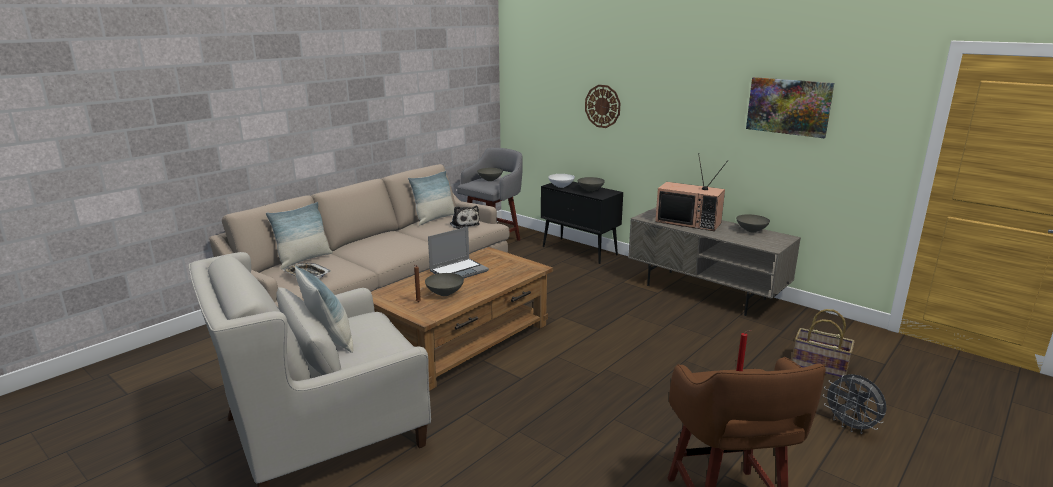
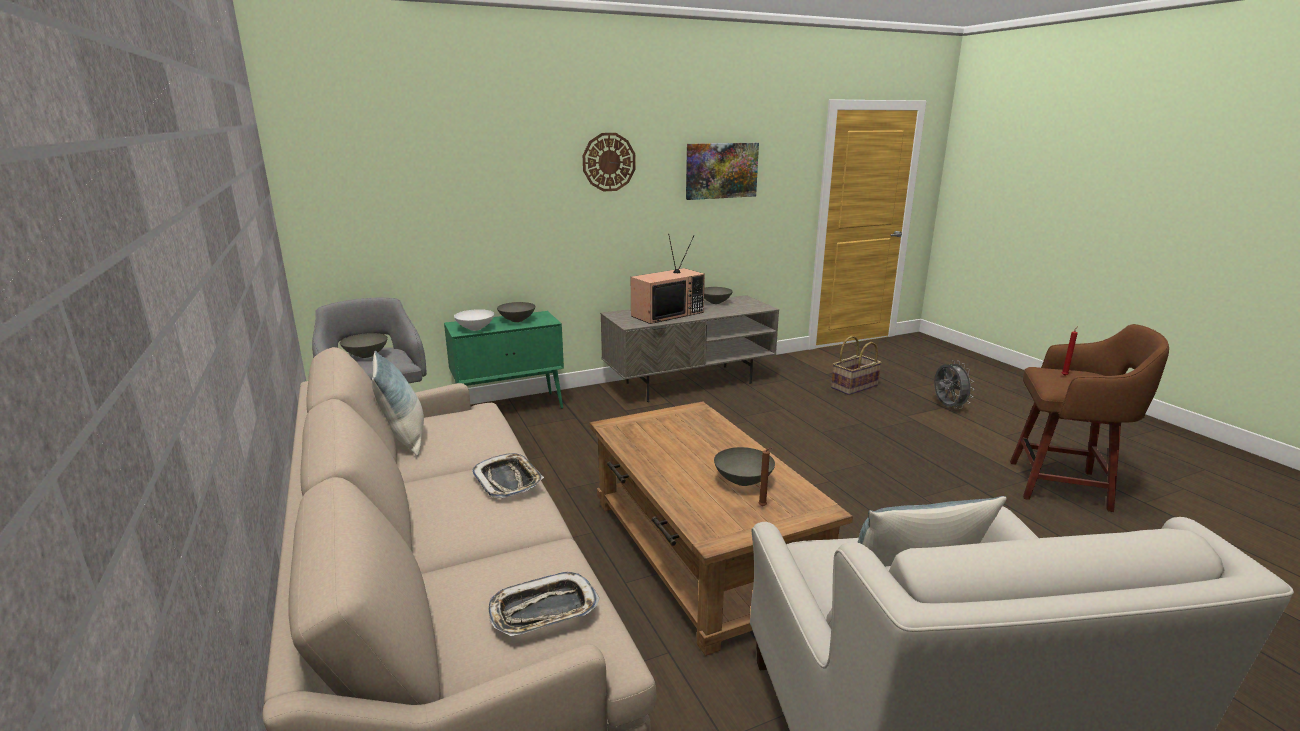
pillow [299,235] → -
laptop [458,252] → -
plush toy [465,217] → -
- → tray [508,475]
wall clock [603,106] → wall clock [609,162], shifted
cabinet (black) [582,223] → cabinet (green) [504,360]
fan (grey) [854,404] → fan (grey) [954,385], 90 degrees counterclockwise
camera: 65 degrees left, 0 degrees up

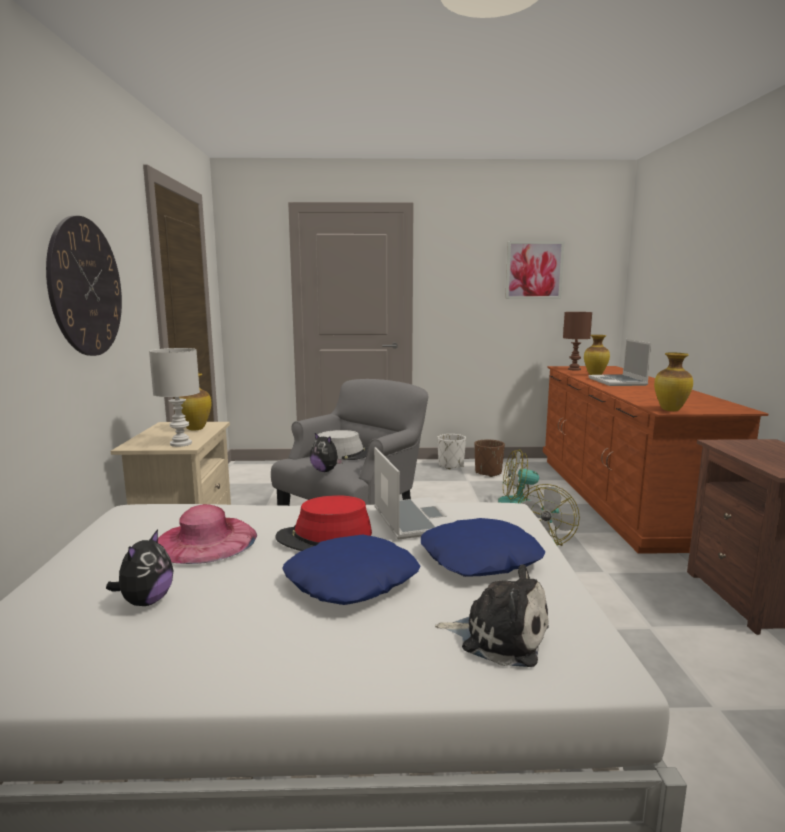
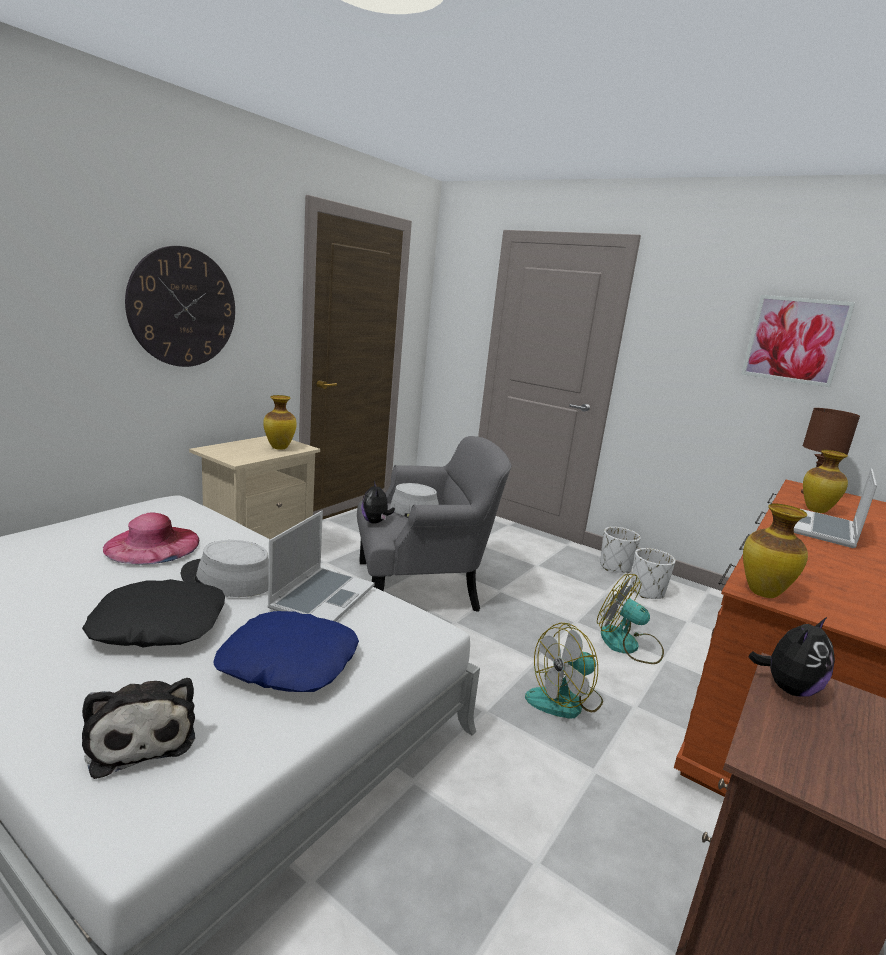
table lamp (white) [174,397] → -
plush toy [139,567] → plush toy [791,657], shifted
hat (red) [324,523] → hat (grey) [225,568]
pillow (blue) [351,569] → pillow (black) [153,613]
planter (brown) [489,458] → planter (white) [652,573]
camera: 35 degrees right, 5 degrees up

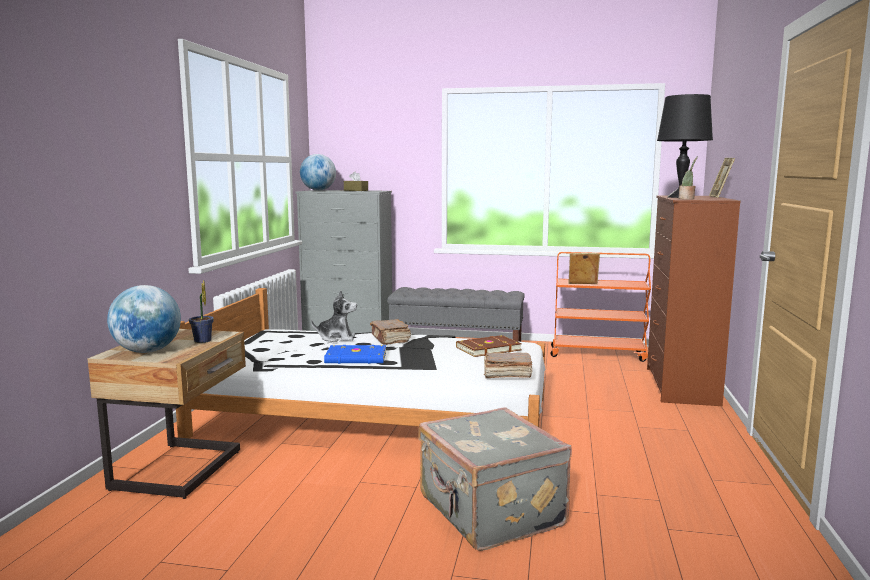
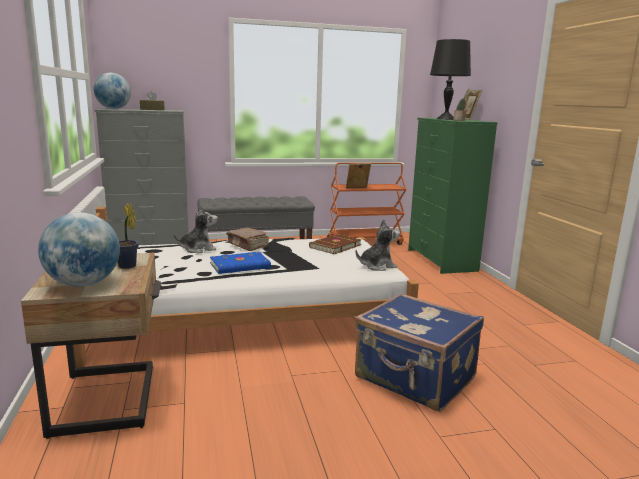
book (brown) [507,365] → plush toy [378,245]
suitcase (grey) [495,479] → suitcase (blue) [419,352]
dresser (brown) [694,300] → dresser (green) [453,196]
camera: 25 degrees left, 5 degrees up

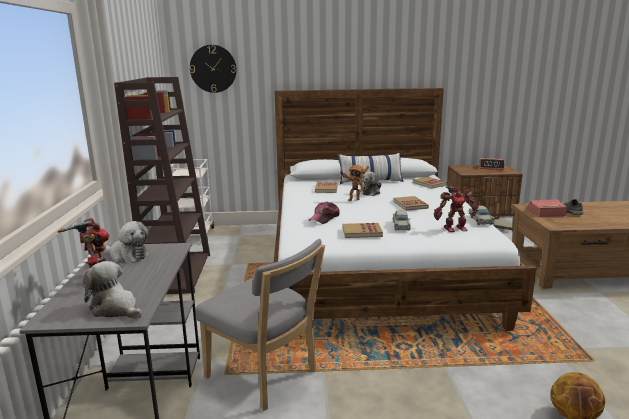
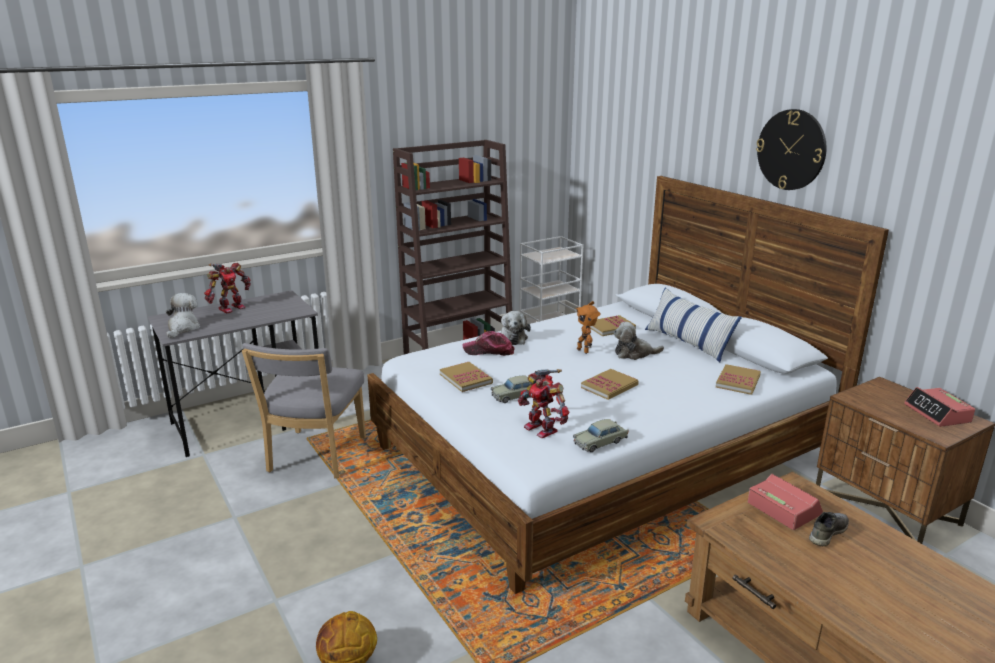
plush toy [127,242] → plush toy [516,328], shifted
wall clock [213,69] → wall clock [791,149], shifted
camera: 60 degrees right, 5 degrees up

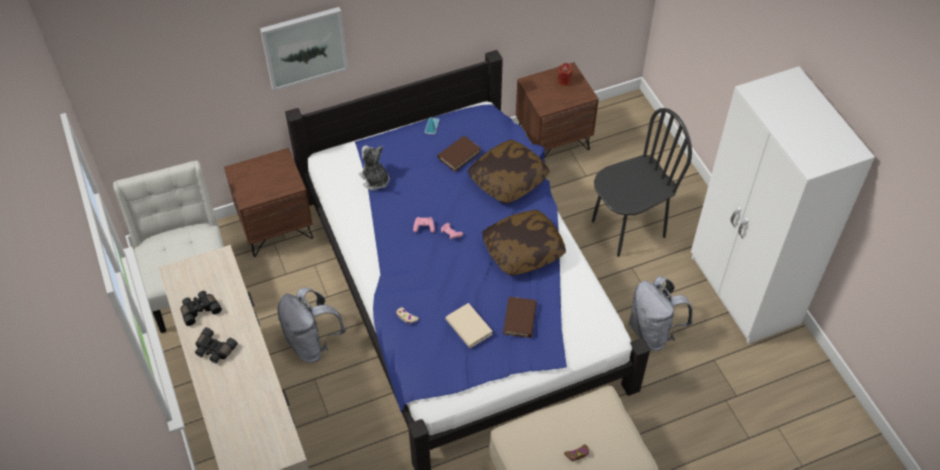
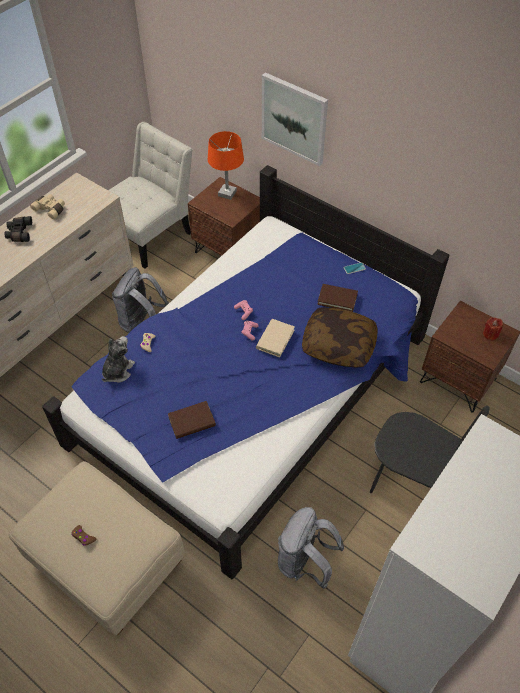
pillow [524,243] → -
- → table lamp (orange) [226,165]
plush toy [374,167] → plush toy [118,359], shifted
book (beige) [469,325] → book (beige) [275,338], shifted
binoculars (black) [201,308] → binoculars (beige) [47,207]
camera: 60 degrees right, 0 degrees up

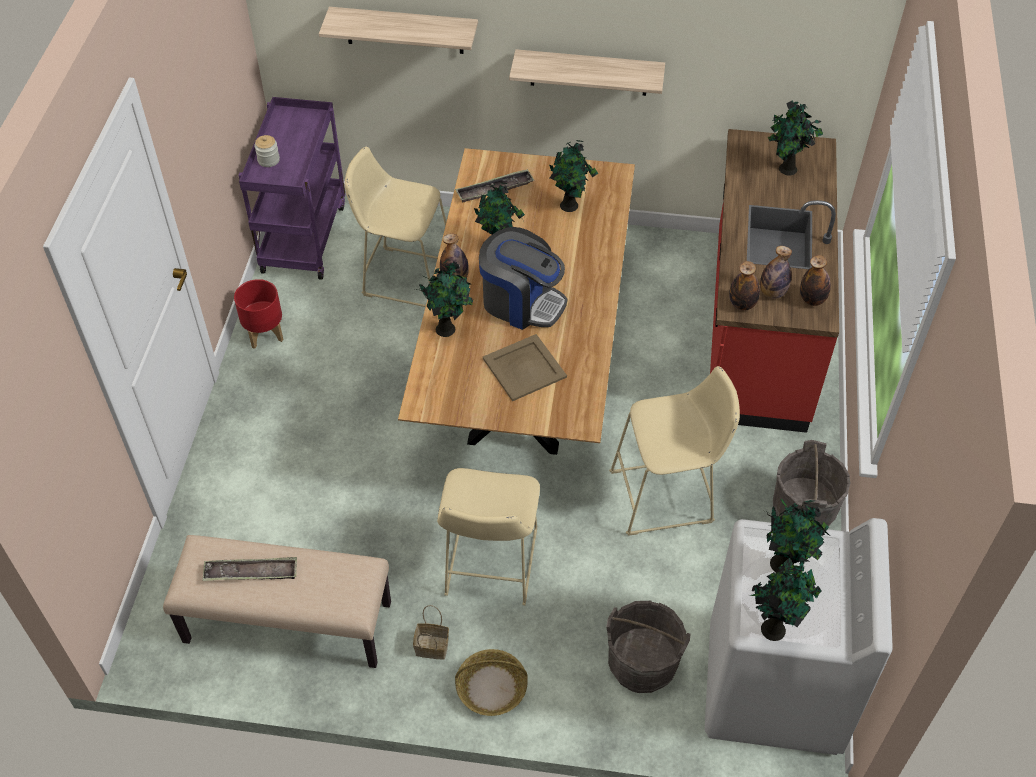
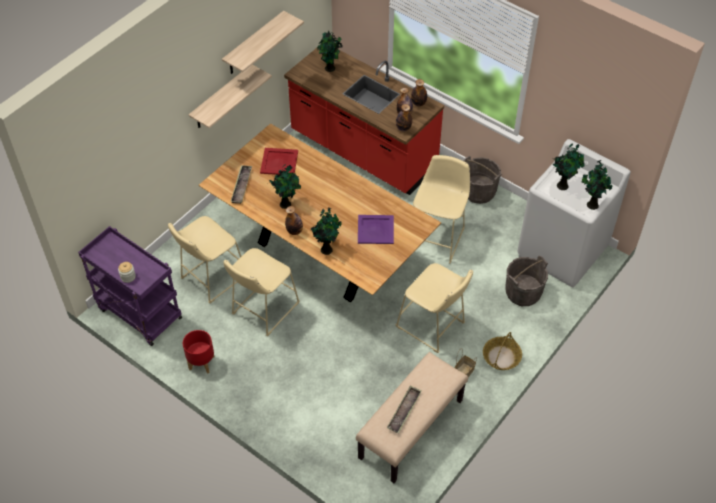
coffee machine [523,278] → -
- → stool (beige) [261,292]
shelf [398,30] → shelf [263,42], shifted
potted plant [573,176] → tray (red) [279,161]
tray (beige) [525,367] → tray (purple) [376,229]
camera: 60 degrees left, 0 degrees up

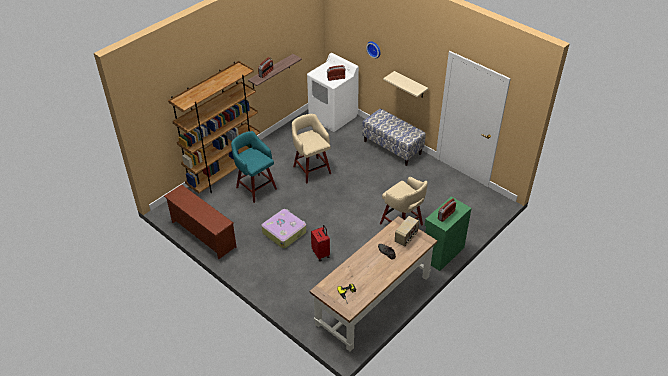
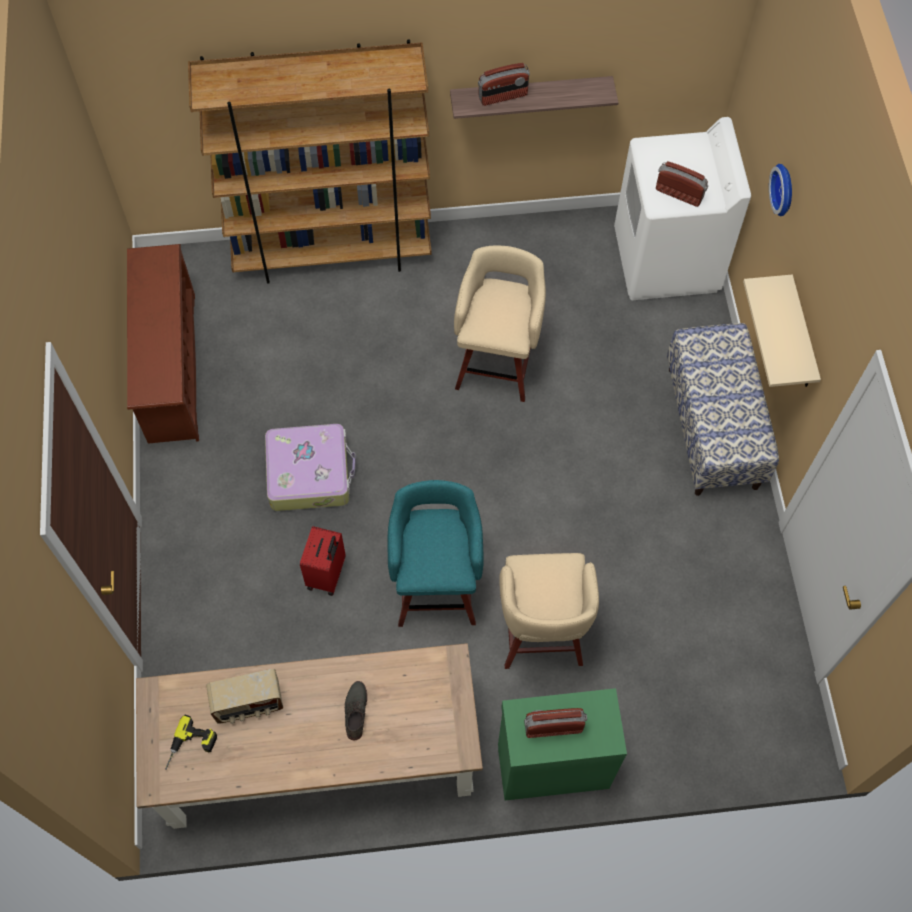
stool (turquoise) [254,167] → stool (turquoise) [436,553], shifted
radio [407,231] → radio [244,696], shifted
camera: 40 degrees right, 20 degrees up

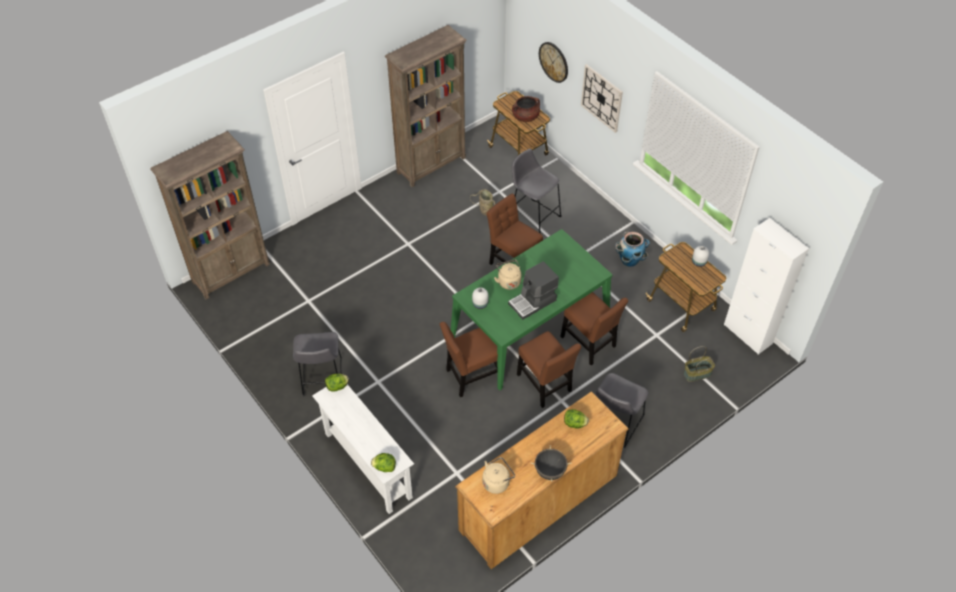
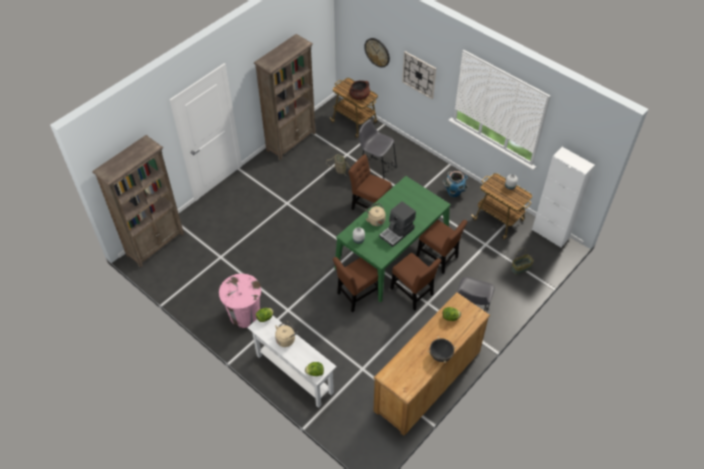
kettle (beige) [499,475] → kettle (beige) [286,334], shifted
stool (grey) [317,364] → trash can (pink) [240,301]
camera: 10 degrees left, 0 degrees up

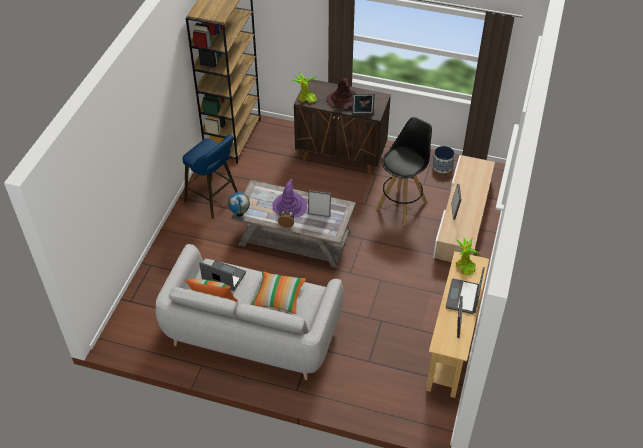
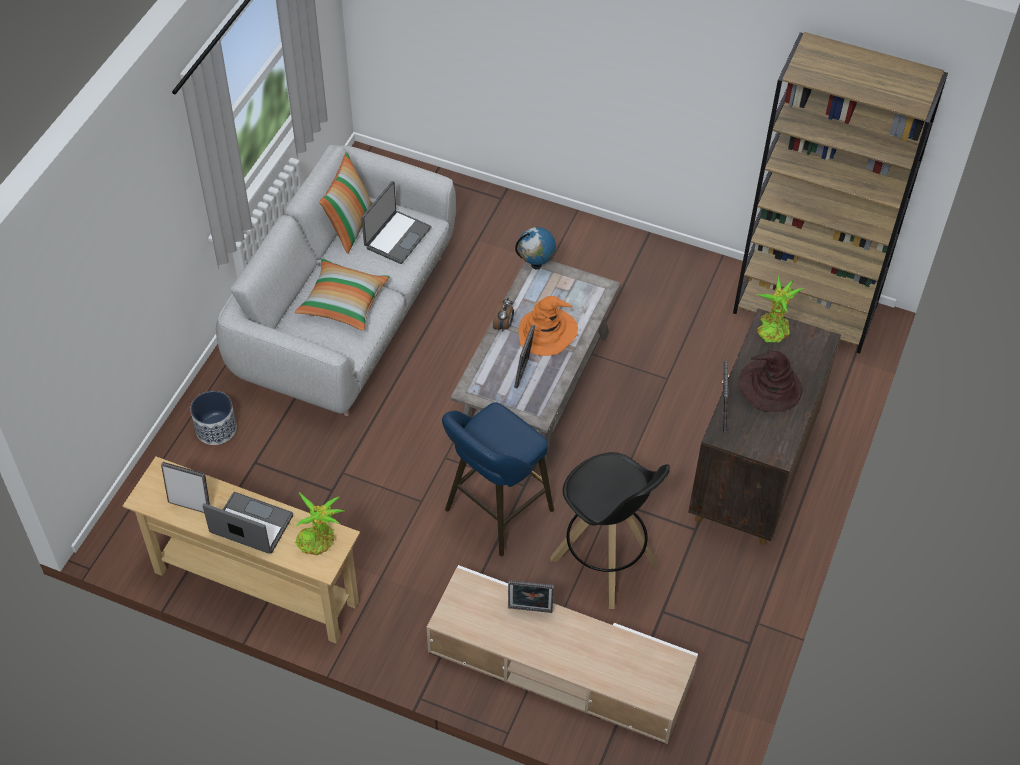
stool (blue) [210,177] → stool (blue) [498,479], shifted
planter [443,159] → planter [213,418], shifted
hat (purple) [290,197] → hat (orange) [548,326]
camera: 95 degrees right, 5 degrees up

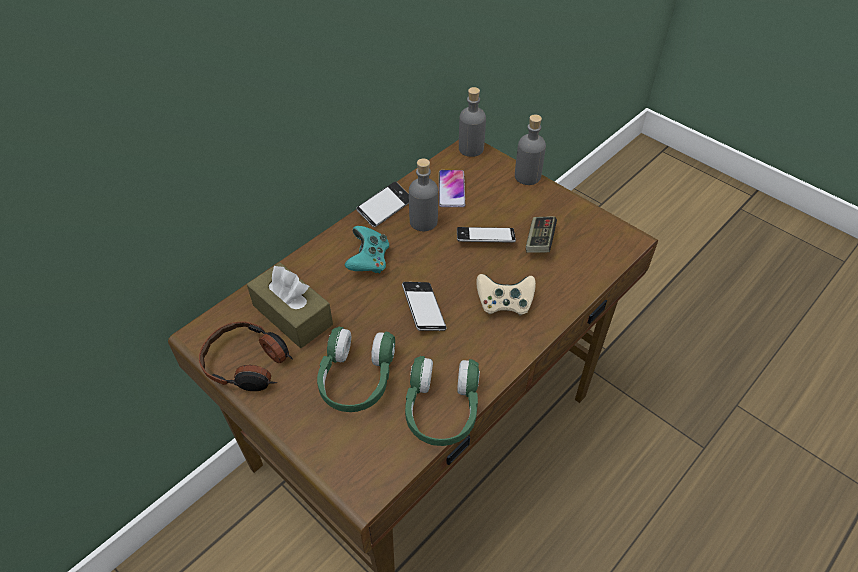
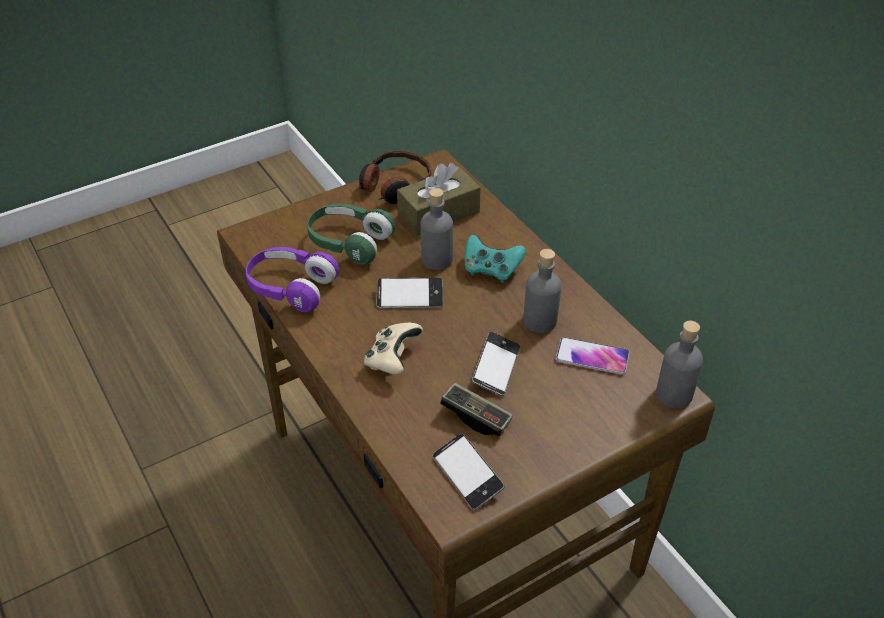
phone [382,204] → phone [468,471], shifted
bottle (grey) [530,149] → bottle (grey) [436,229], shifted
headphones (green) [442,401] → headphones (purple) [292,279]
camera: 105 degrees right, 5 degrees down

